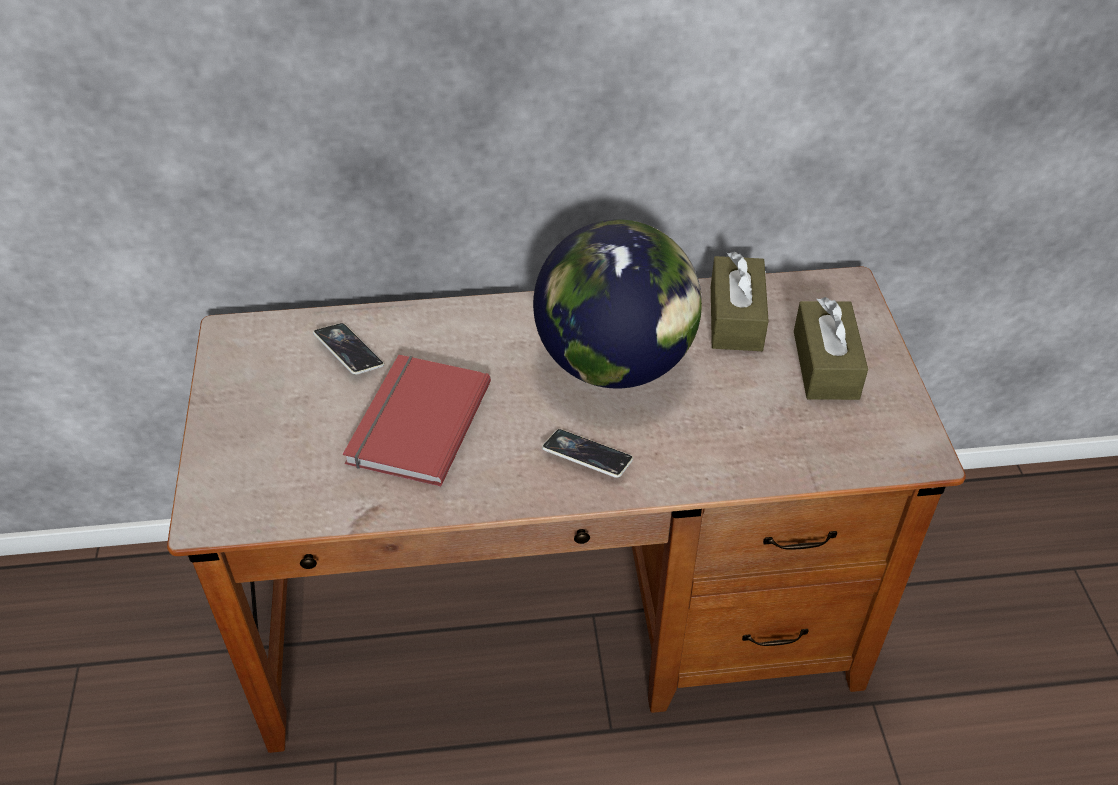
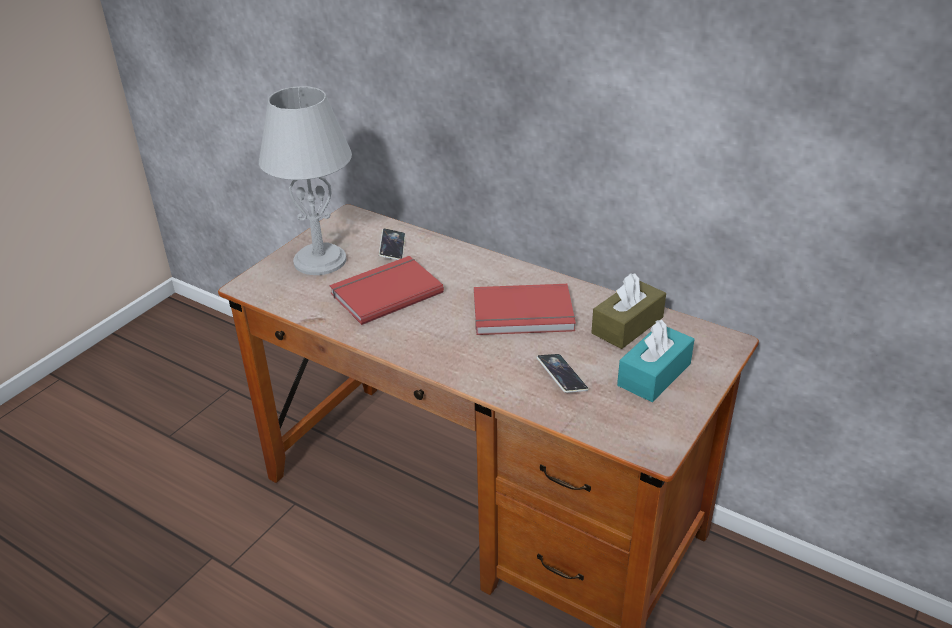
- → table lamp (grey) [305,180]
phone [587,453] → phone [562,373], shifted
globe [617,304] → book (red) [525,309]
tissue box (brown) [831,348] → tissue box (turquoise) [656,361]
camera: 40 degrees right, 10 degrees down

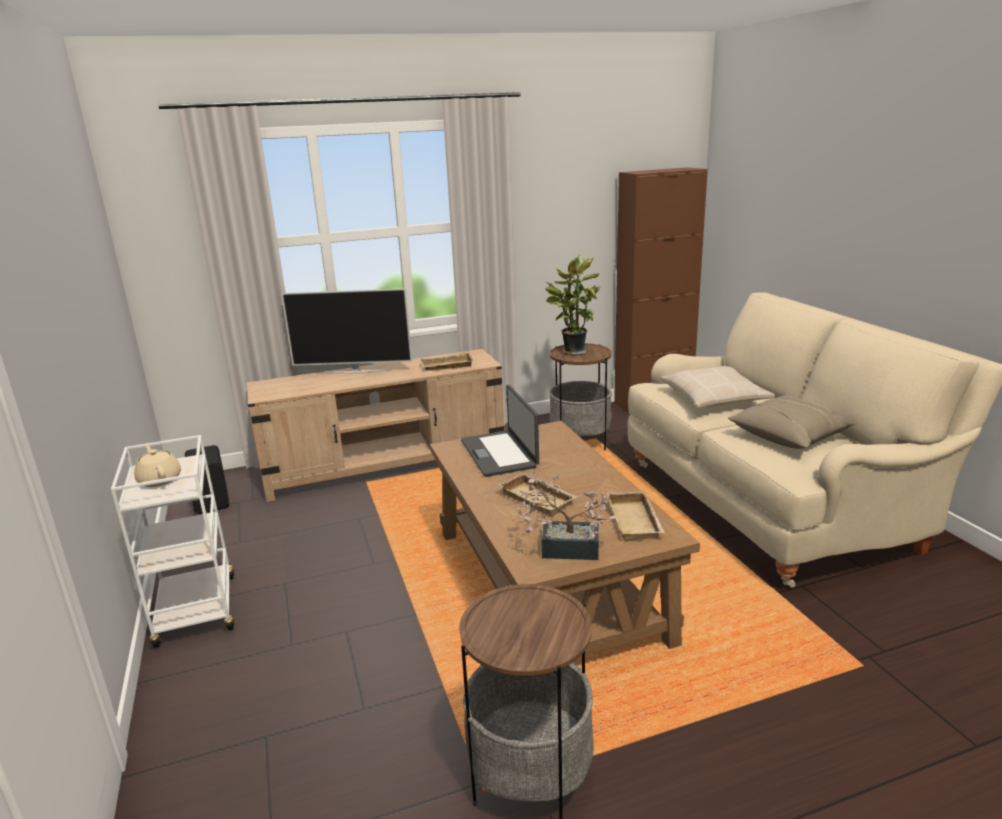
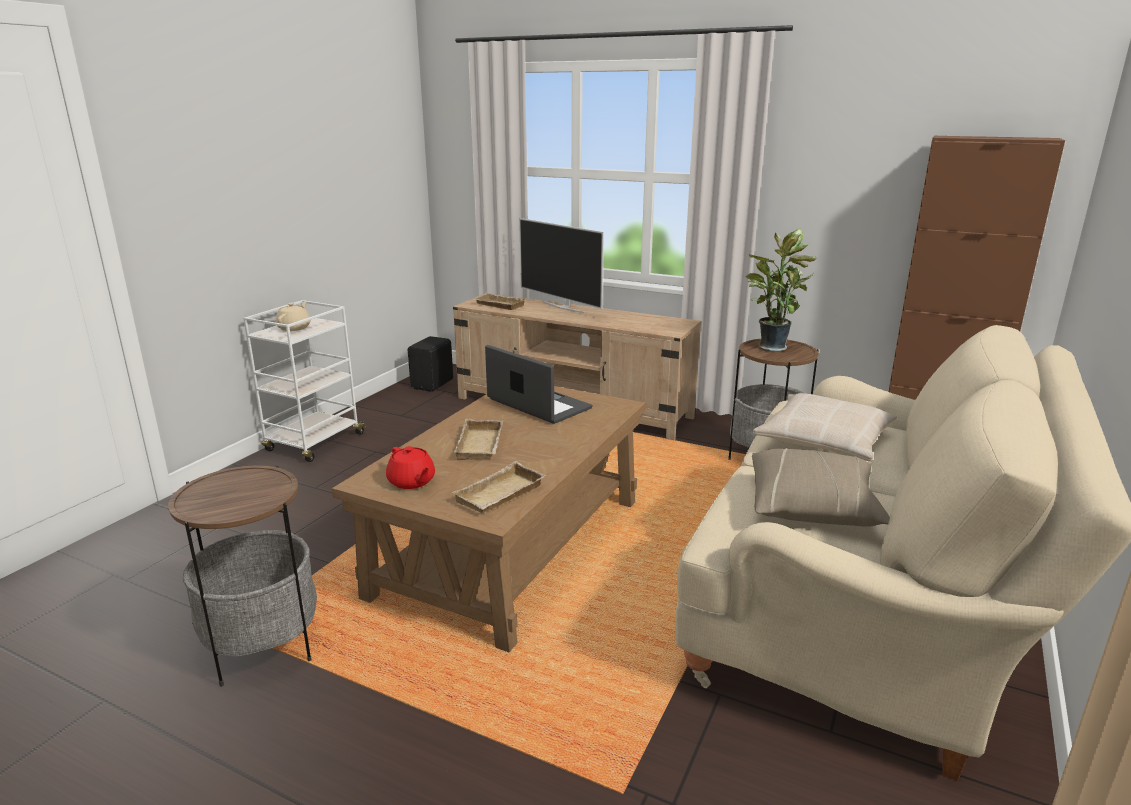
tray (beige) [447,361] → tray (beige) [500,301], shifted
potted plant [566,515] → teapot (red) [410,467]
laptop [500,431] → laptop [539,384], 105 degrees clockwise
camera: 45 degrees right, 0 degrees up

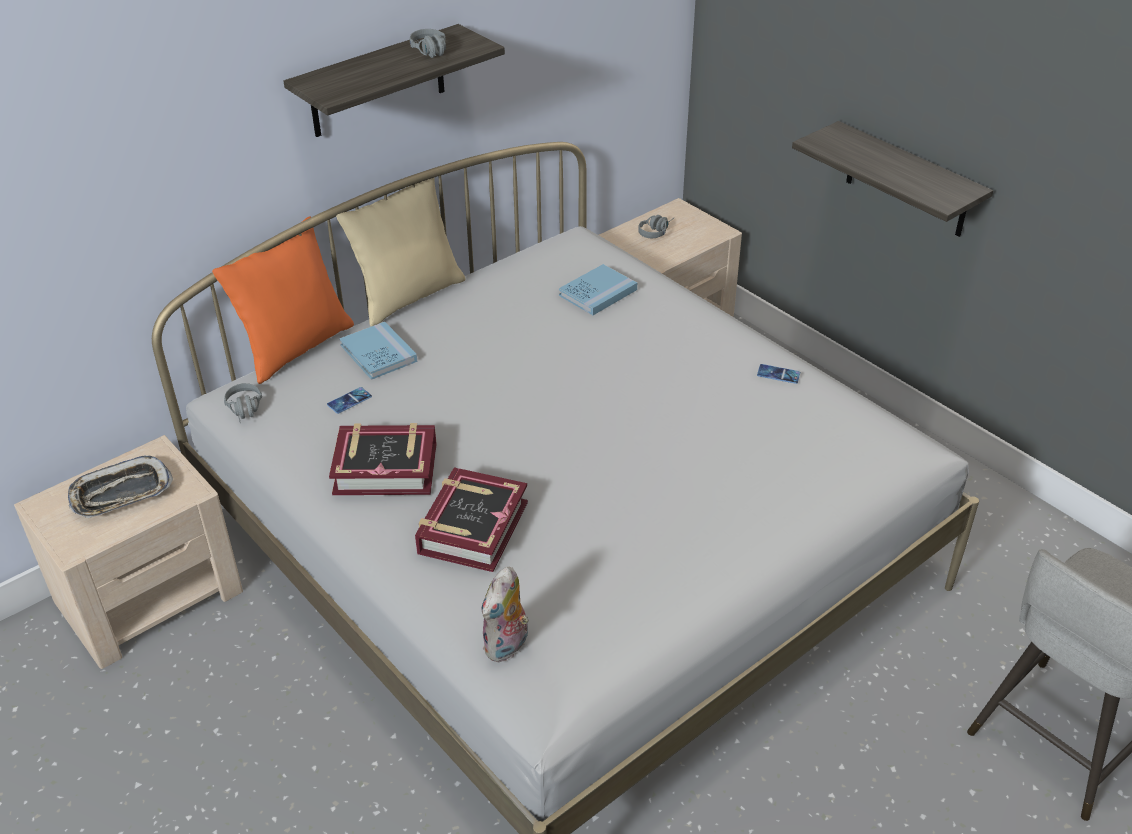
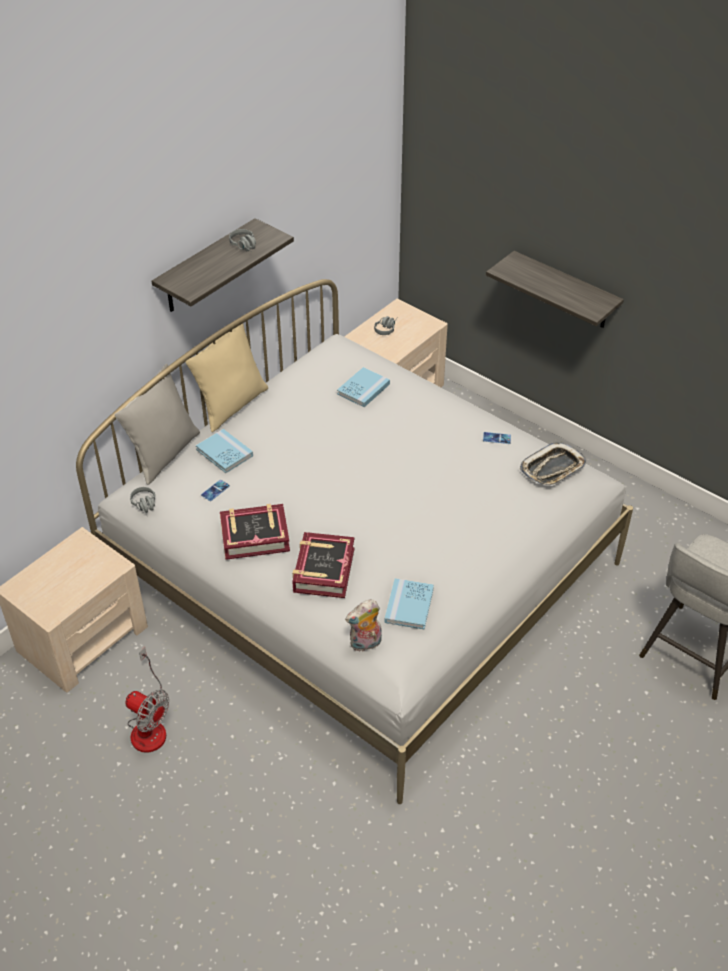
- → fan [147,700]
- → book (blue) [409,604]
tray [120,486] → tray [553,464], shifted
pillow (orange) [283,300] → pillow (grey) [157,424]
plush toy [505,614] → plush toy [363,625], 45 degrees clockwise
camera: 10 degrees left, 5 degrees up

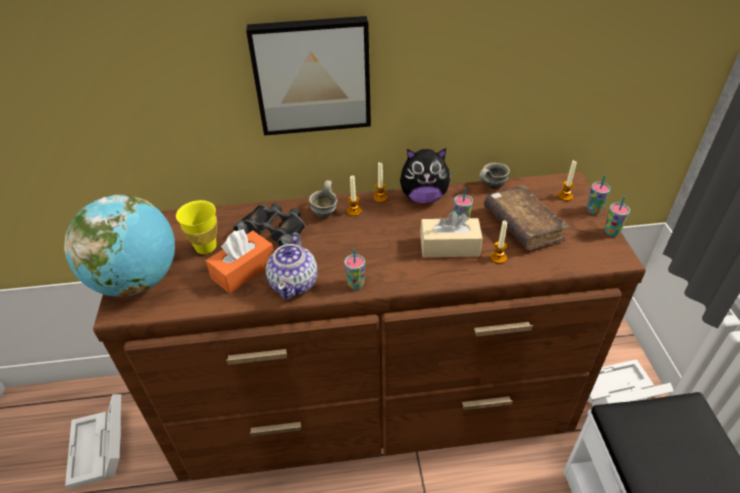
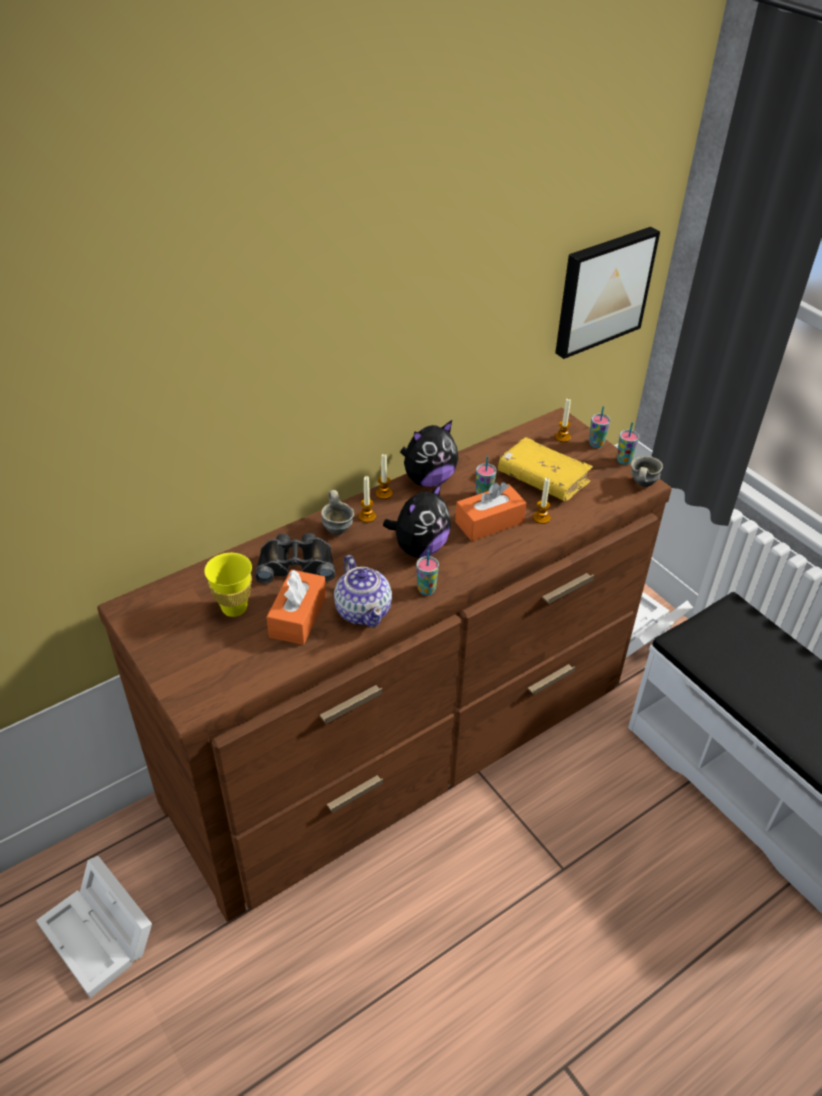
globe [119,246] → -
- → plush toy [417,520]
picture [308,76] → picture [607,293], shifted
mug (grey) [494,176] → mug (grey) [647,471], shifted
tissue box (beige) [451,234] → tissue box (orange) [491,511]
book (brown) [526,217] → book (yellow) [545,469]
camera: 30 degrees left, 0 degrees up

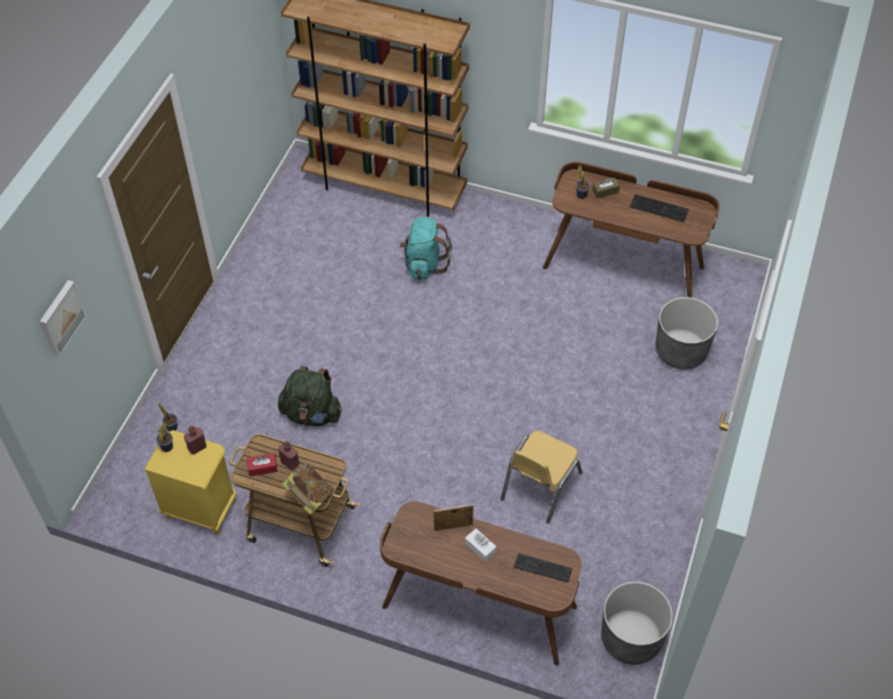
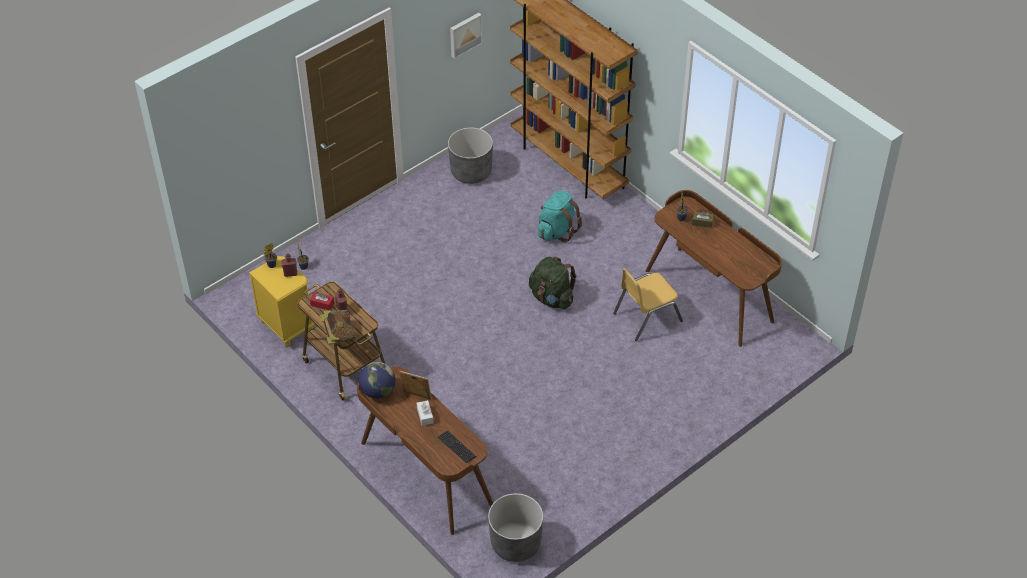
keyboard [659,208] → -
- → globe [377,380]
picture [63,318] → picture [466,36], shifted
backpack (green) [310,396] → backpack (green) [552,283], shifted
chair (yellow) [541,477] → chair (yellow) [648,304], shifted
planter (grey) [686,333] → planter (grey) [470,155], shifted
camera: 30 degrees right, 5 degrees down

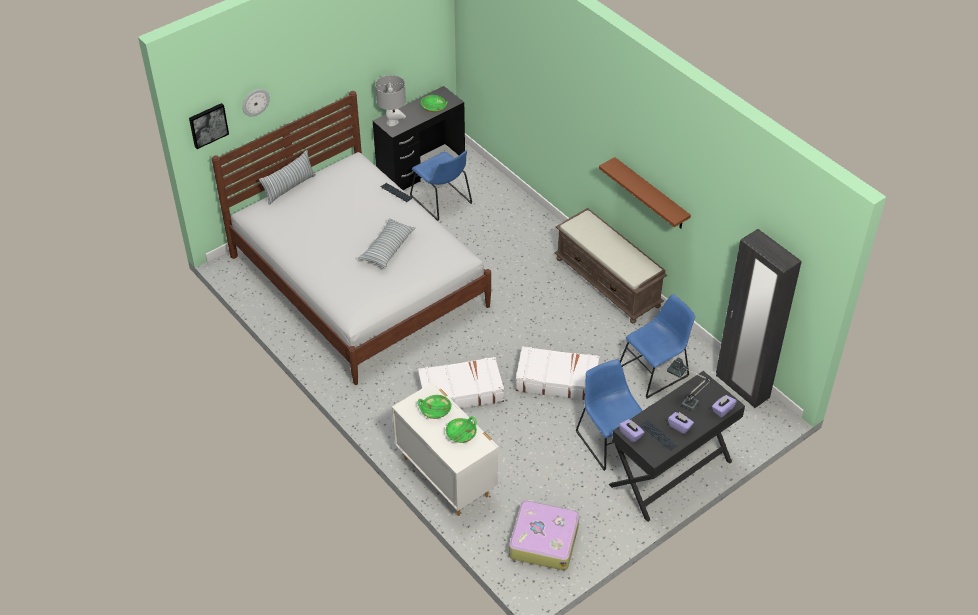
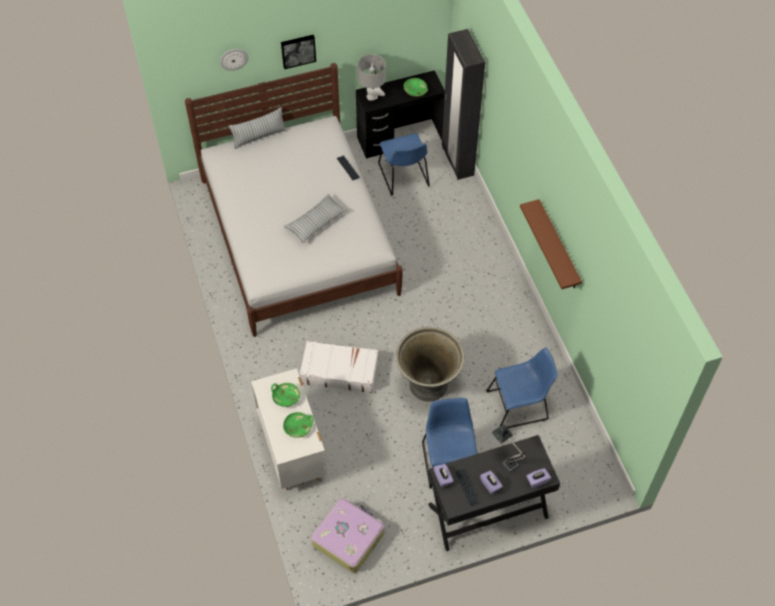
bench (brown) [610,266] → -
picture [209,126] → picture [298,52], shifted
wardrobe (black) [759,318] → wardrobe (black) [463,104], shifted
suitcase (white) [557,373] → planter (grey) [430,364]
camera: 20 degrees right, 10 degrees up

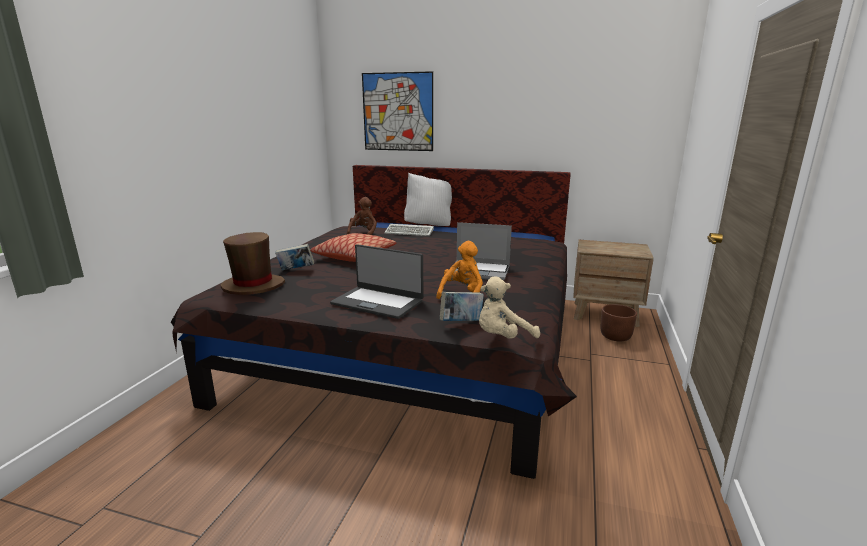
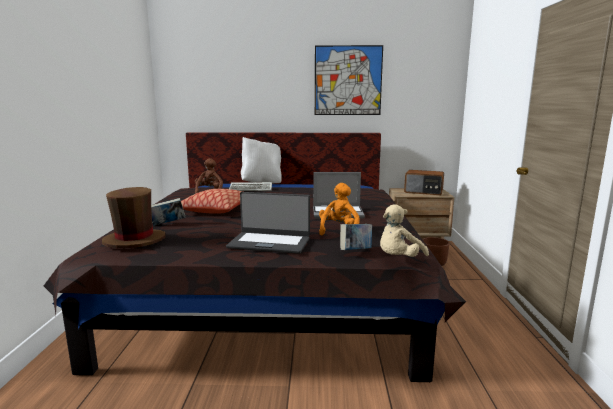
- → radio [424,182]
picture [397,111] → picture [349,80], shifted
camera: 15 degrees left, 5 degrees down

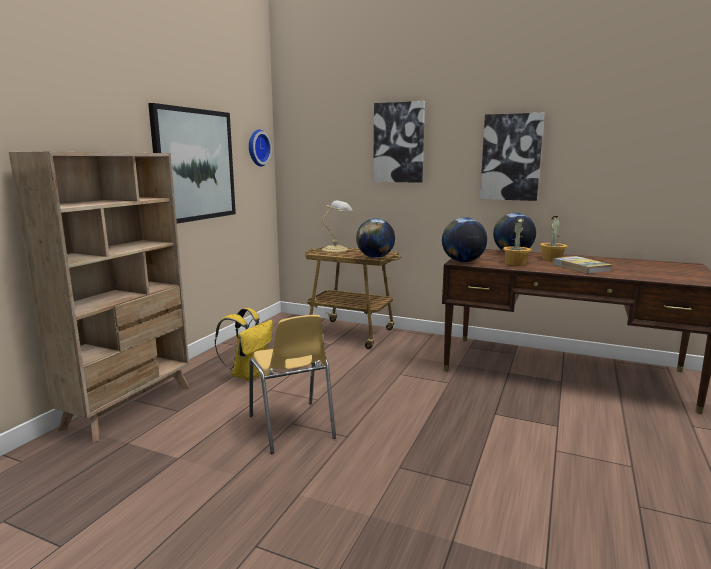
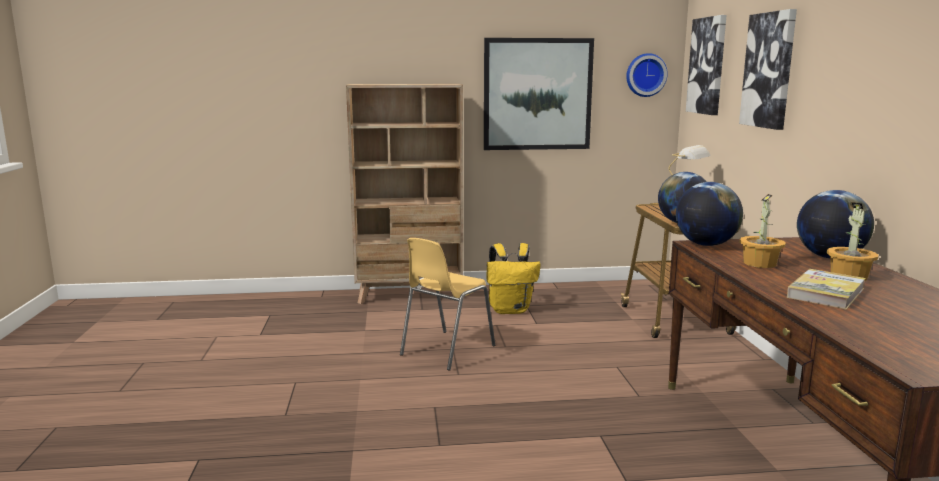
picture [512,157] → picture [706,65], shifted
camera: 60 degrees right, 0 degrees up

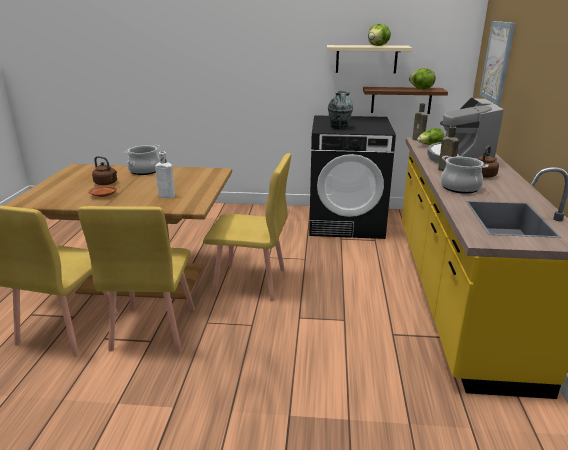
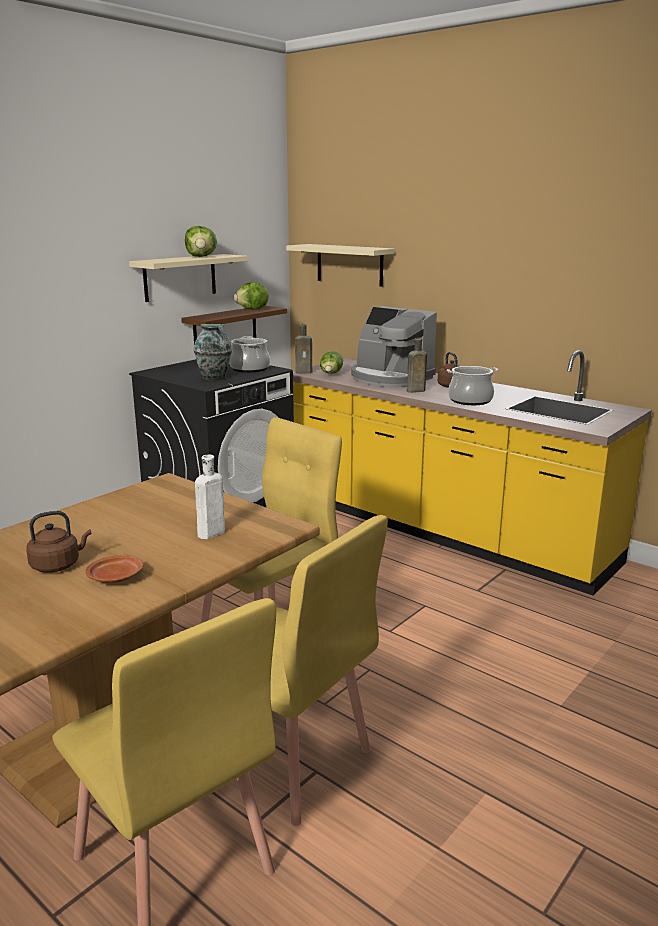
cooking pot [142,160] → cooking pot [249,354], shifted
picture [497,63] → shelf (beige) [340,265]
camera: 55 degrees left, 5 degrees down

